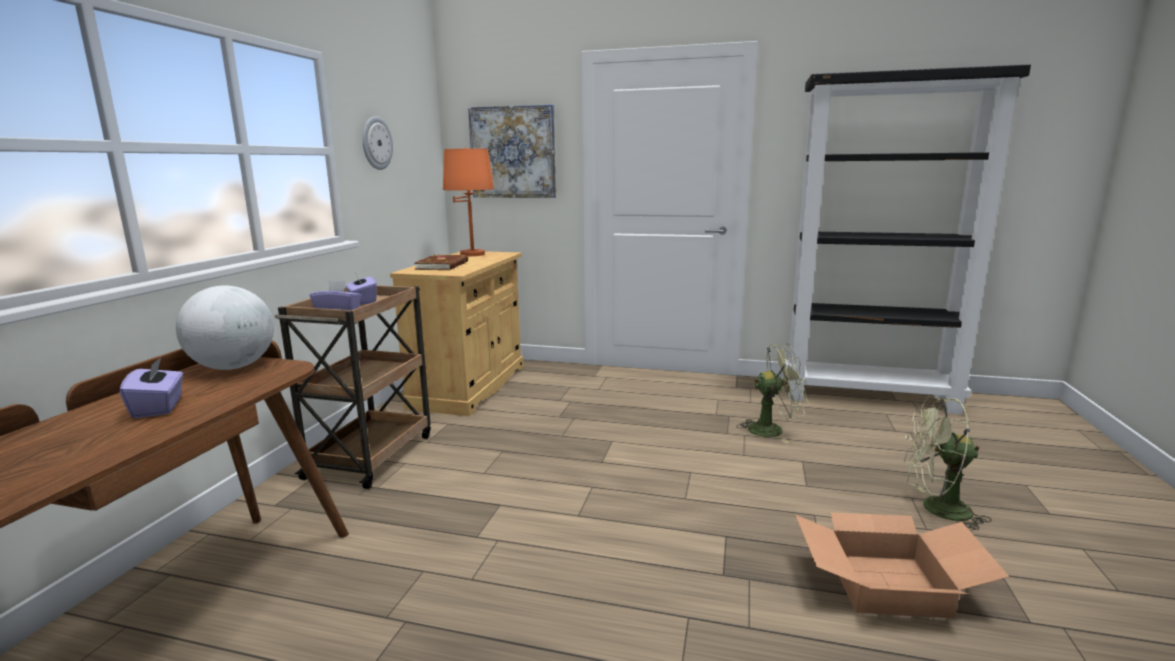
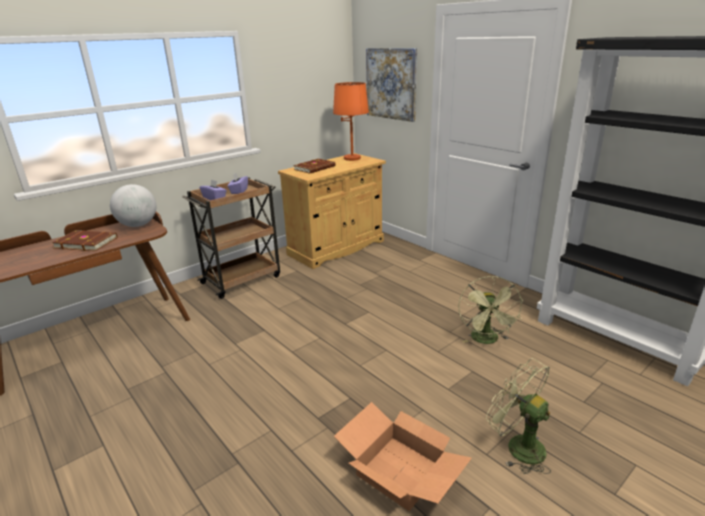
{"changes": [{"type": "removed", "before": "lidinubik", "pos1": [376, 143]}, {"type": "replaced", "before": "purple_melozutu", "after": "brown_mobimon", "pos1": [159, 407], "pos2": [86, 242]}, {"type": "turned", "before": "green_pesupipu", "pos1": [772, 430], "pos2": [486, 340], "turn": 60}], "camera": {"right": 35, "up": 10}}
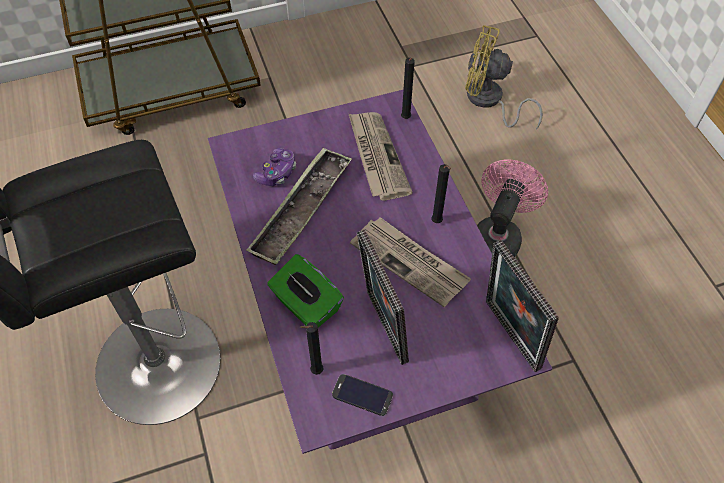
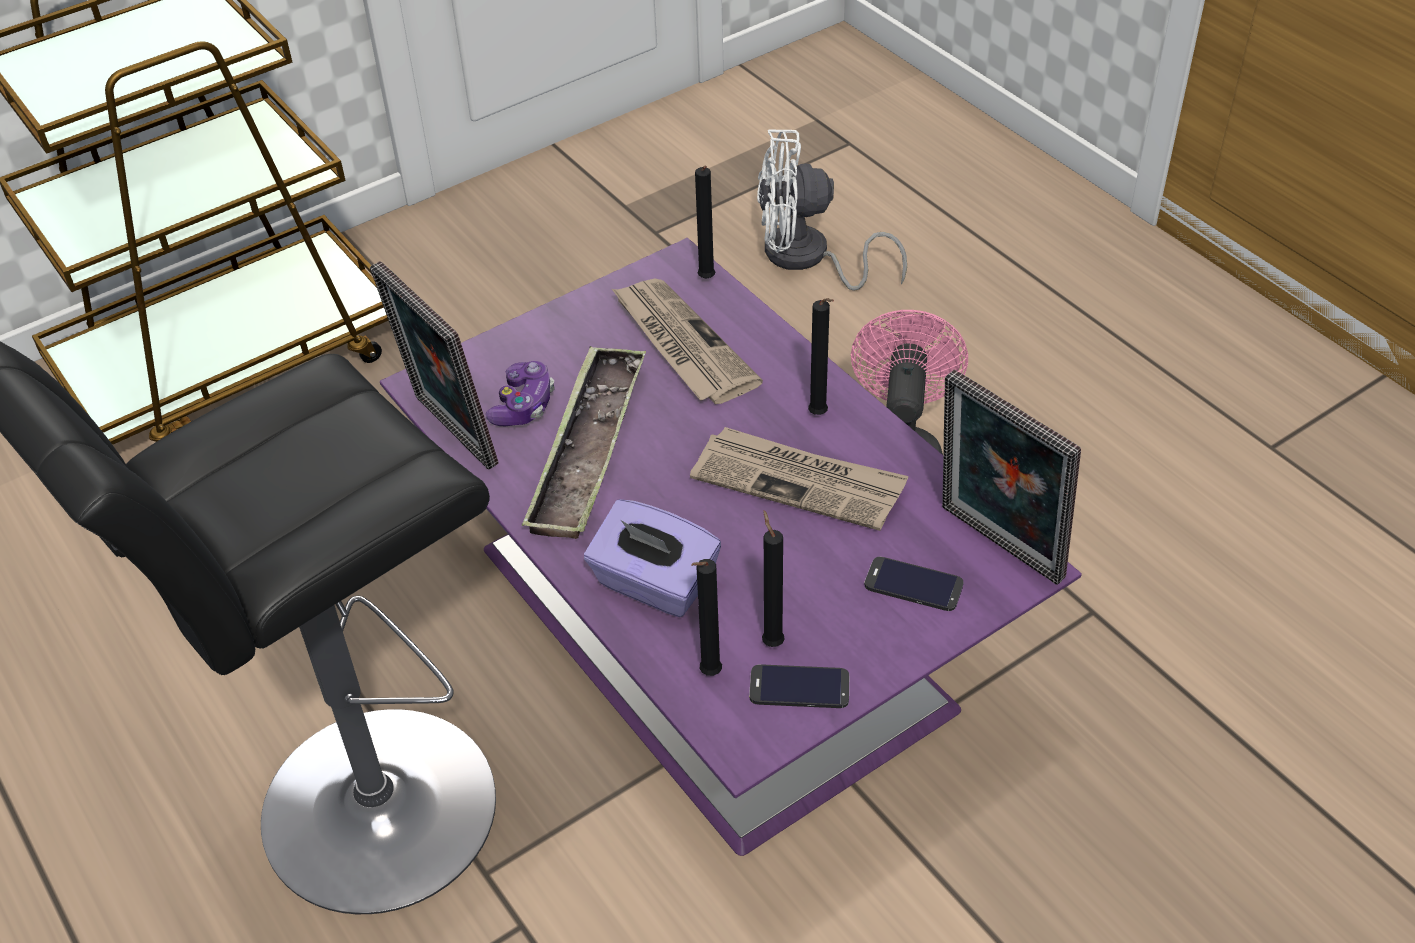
{"changes": [{"type": "added", "after": "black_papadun", "pos2": [771, 641]}, {"type": "added", "after": "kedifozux", "pos2": [913, 584]}, {"type": "moved", "before": "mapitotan", "pos1": [382, 328], "pos2": [448, 434]}, {"type": "recoloured", "before": "green_melozutu", "after": "purple_melozutu", "pos1": [306, 305], "pos2": [654, 584]}, {"type": "recoloured", "before": "yellow_pesupipu", "after": "white_pesupipu", "pos1": [489, 101], "pos2": [807, 259]}], "camera": {"right": -15, "up": -10}}
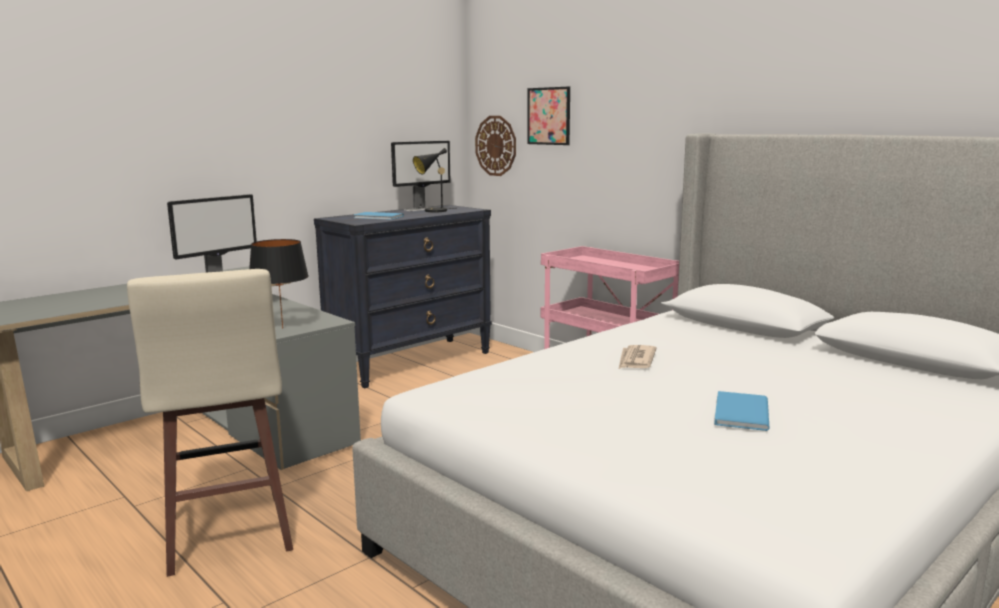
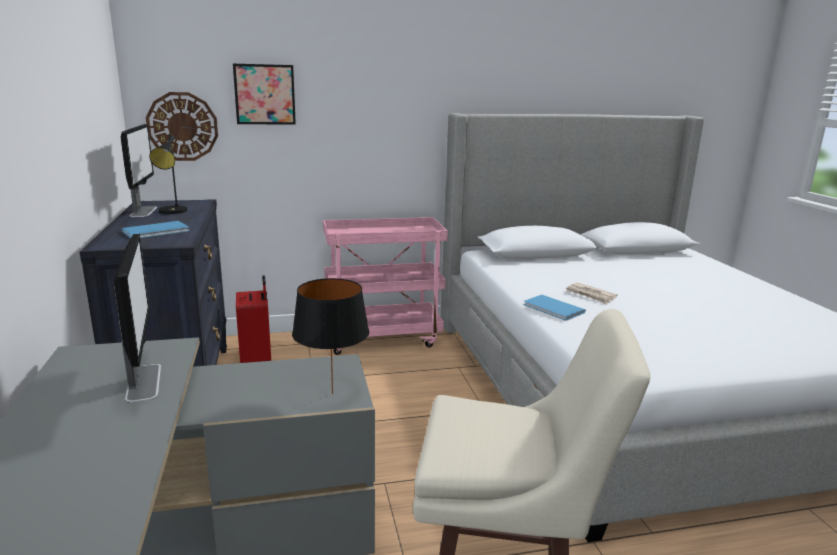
{"changes": [{"type": "added", "after": "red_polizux", "pos2": [257, 361]}, {"type": "moved", "before": "blue_mobimon", "pos1": [739, 413], "pos2": [553, 309]}], "camera": {"right": -60, "up": 5}}
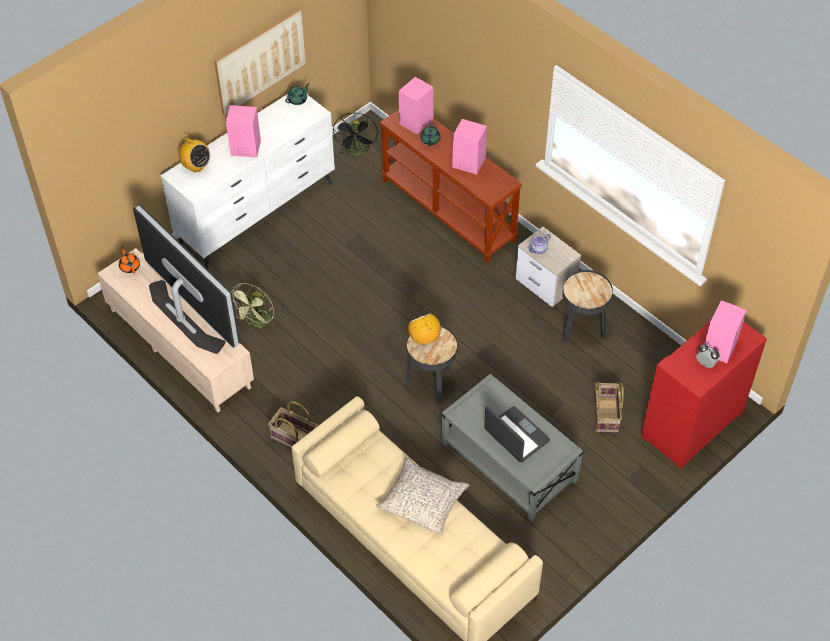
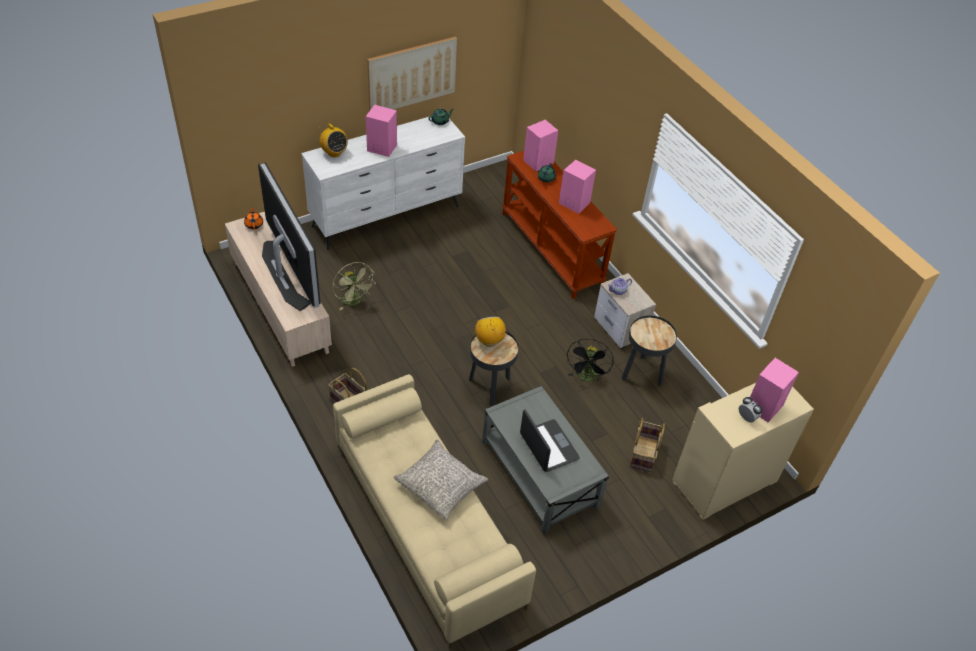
{"changes": [{"type": "moved", "before": "black_pesupipu", "pos1": [357, 152], "pos2": [587, 377]}, {"type": "recoloured", "before": "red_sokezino", "after": "beige_sokezino", "pos1": [692, 425], "pos2": [724, 482]}, {"type": "turned", "before": "green_pesupipu", "pos1": [257, 323], "pos2": [354, 302], "turn": -75}], "camera": {"right": 10, "up": -5}}
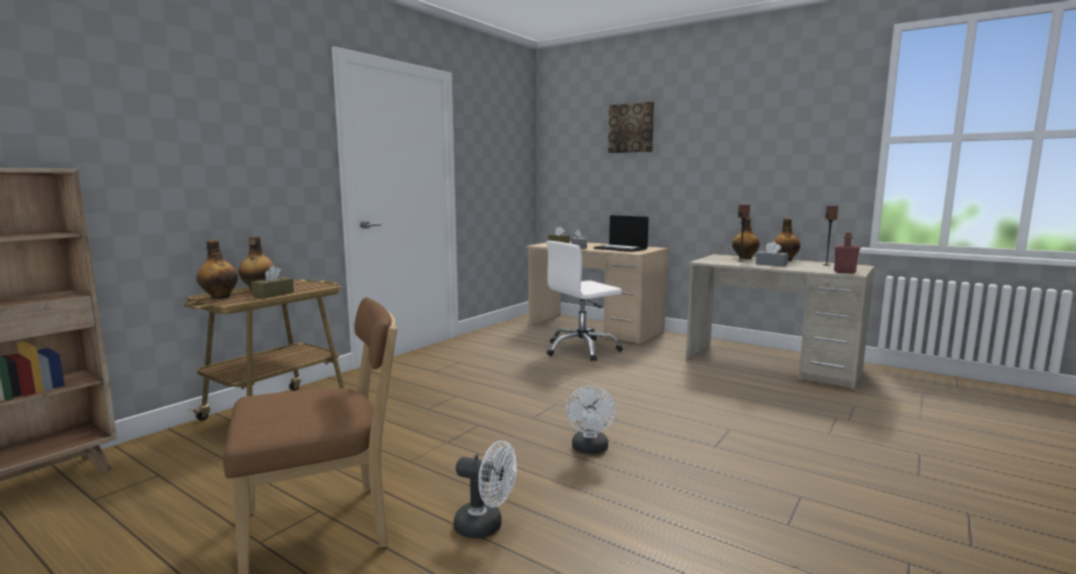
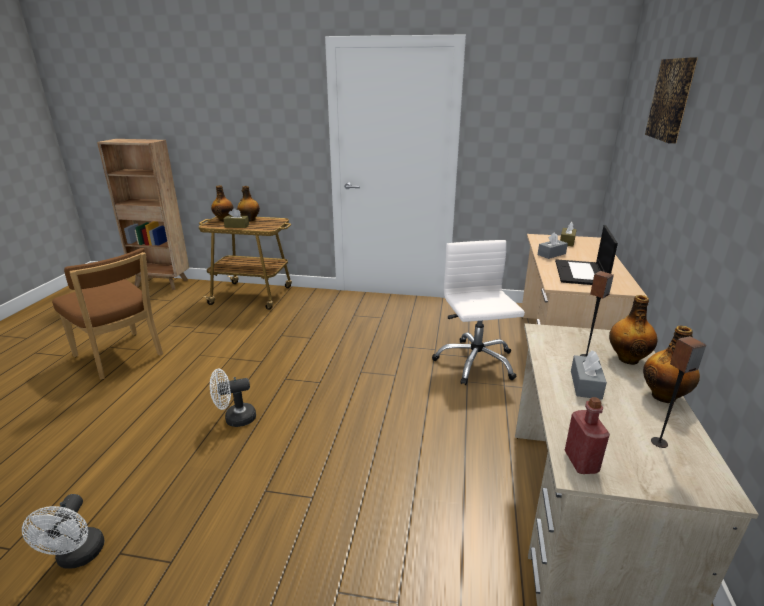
{"changes": [{"type": "moved", "before": "white_pesupipu", "pos1": [486, 527], "pos2": [78, 557]}, {"type": "turned", "before": "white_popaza", "pos1": [581, 350], "pos2": [475, 362], "turn": 45}], "camera": {"right": 65, "up": 15}}
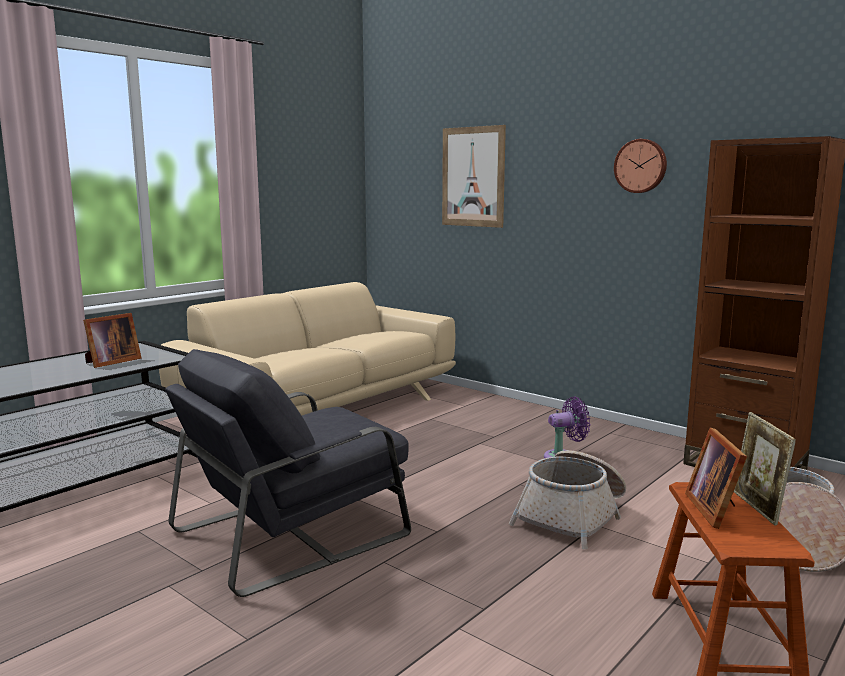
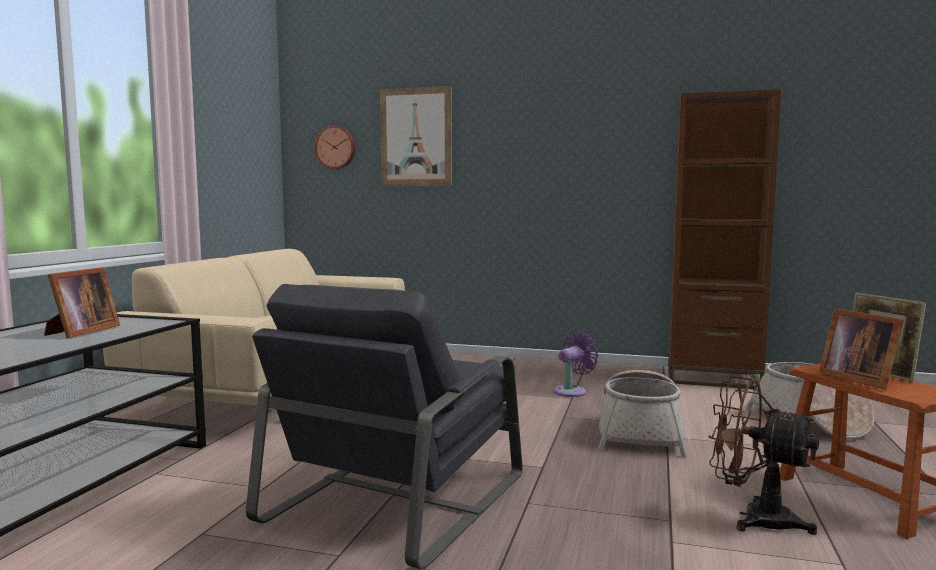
{"changes": [{"type": "added", "after": "brown_pesupipu", "pos2": [754, 517]}, {"type": "moved", "before": "lidinubik", "pos1": [641, 166], "pos2": [336, 147]}], "camera": {"right": -25, "up": -5}}
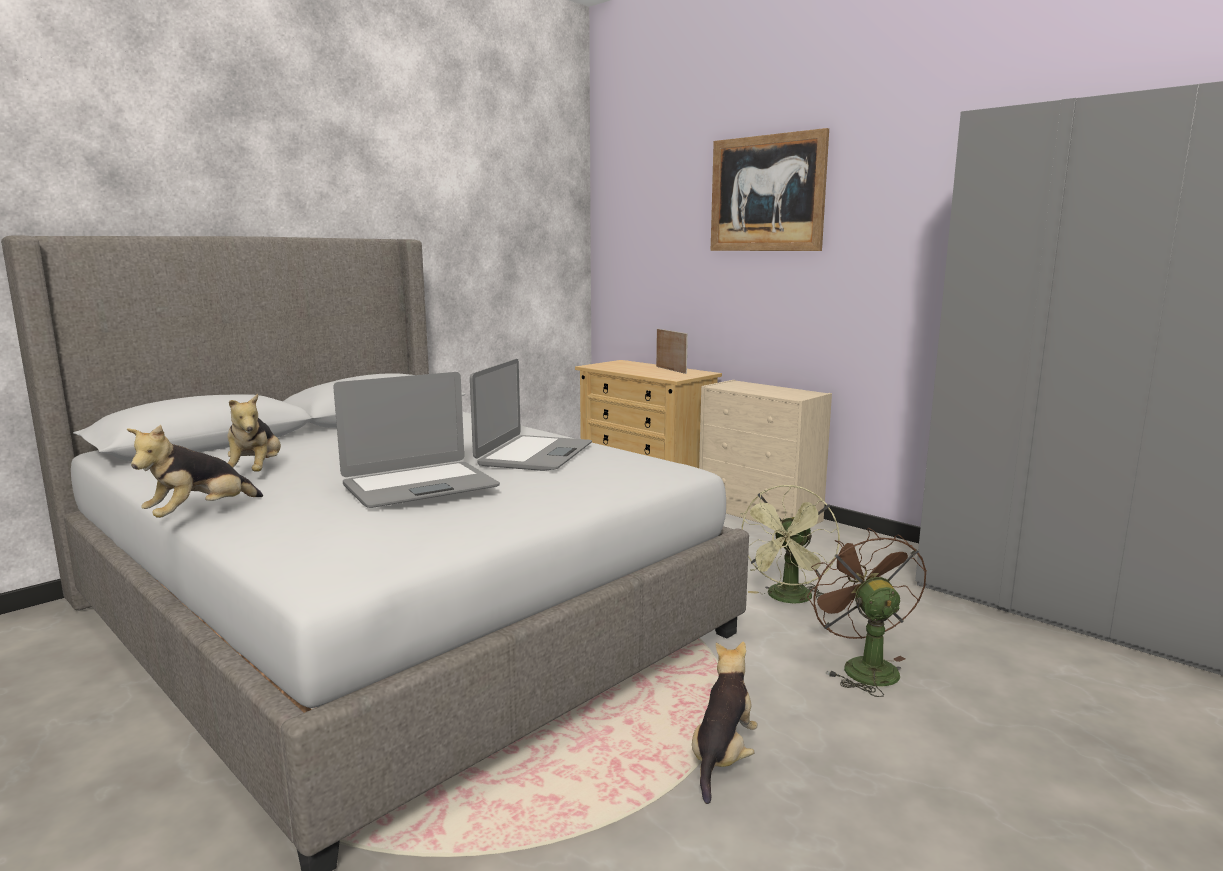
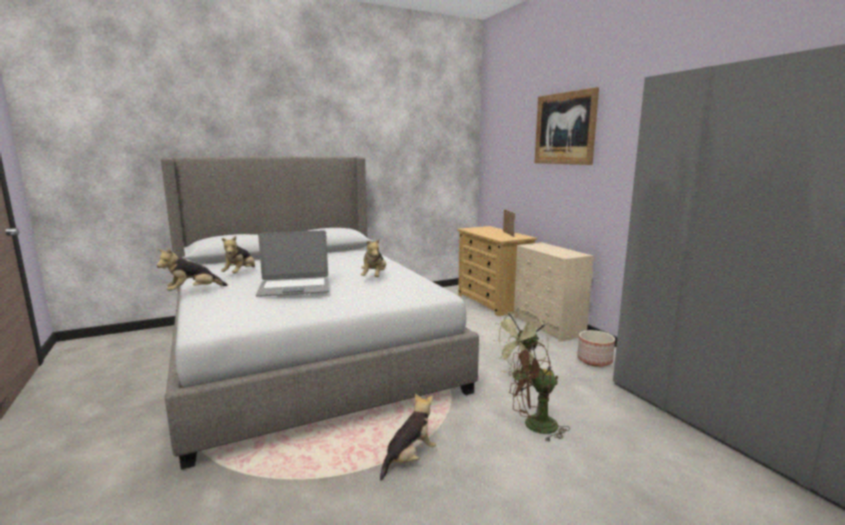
{"changes": [{"type": "added", "after": "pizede", "pos2": [594, 360]}, {"type": "replaced", "before": "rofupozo", "after": "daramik", "pos1": [534, 454], "pos2": [374, 277]}, {"type": "turned", "before": "brown_pesupipu", "pos1": [862, 666], "pos2": [534, 426], "turn": -105}], "camera": {"right": 20, "up": 0}}
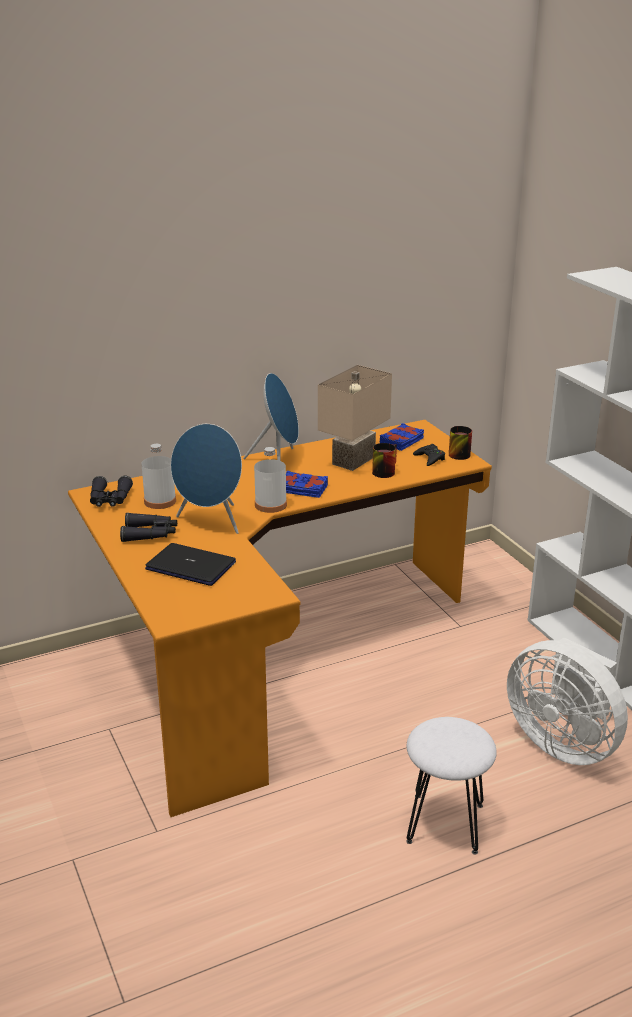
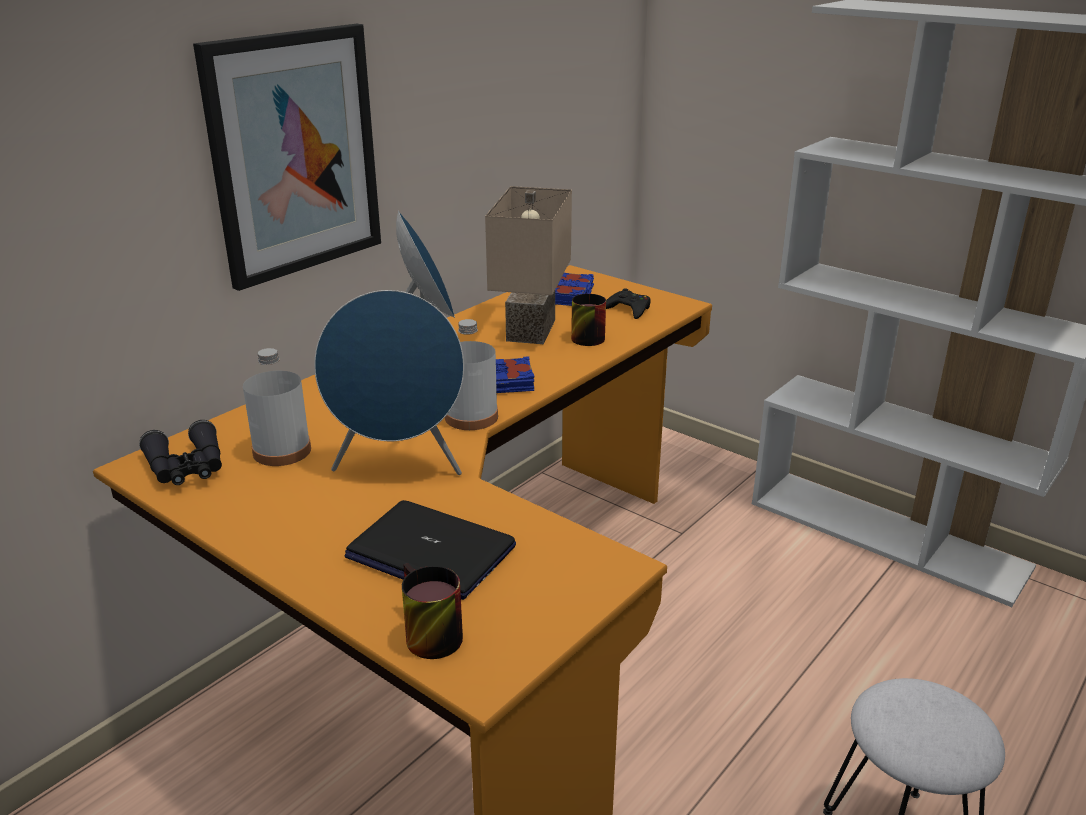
{"changes": [{"type": "removed", "before": "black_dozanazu", "pos1": [150, 534]}, {"type": "removed", "before": "white_pesupipu", "pos1": [563, 742]}, {"type": "added", "after": "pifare", "pos2": [294, 154]}, {"type": "moved", "before": "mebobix", "pos1": [456, 453], "pos2": [424, 635]}, {"type": "turned", "before": "rofupozo", "pos1": [191, 566], "pos2": [430, 552], "turn": -150}], "camera": {"right": -25, "up": 0}}
